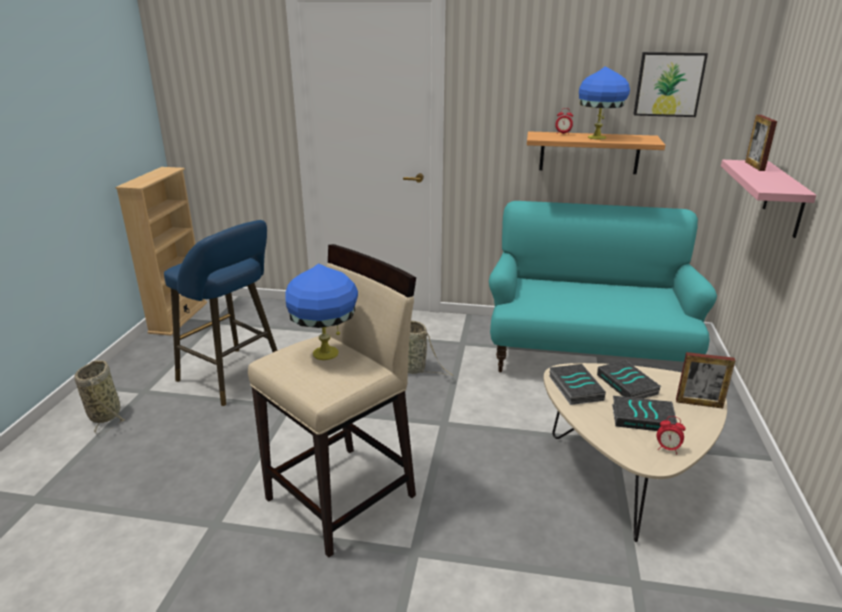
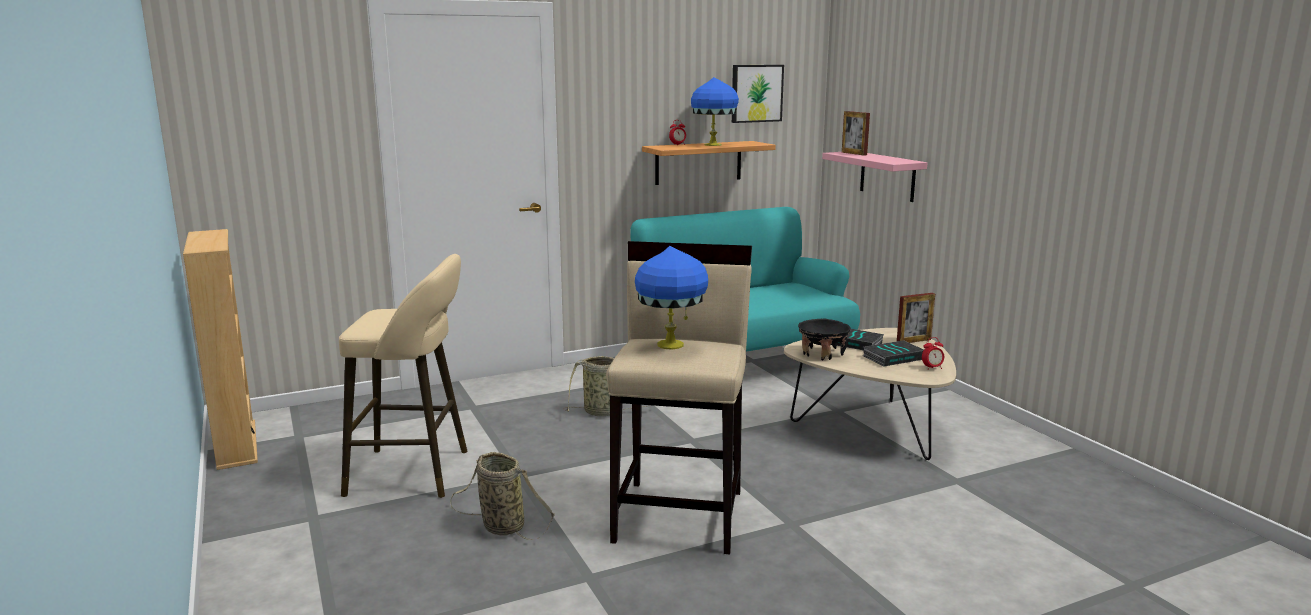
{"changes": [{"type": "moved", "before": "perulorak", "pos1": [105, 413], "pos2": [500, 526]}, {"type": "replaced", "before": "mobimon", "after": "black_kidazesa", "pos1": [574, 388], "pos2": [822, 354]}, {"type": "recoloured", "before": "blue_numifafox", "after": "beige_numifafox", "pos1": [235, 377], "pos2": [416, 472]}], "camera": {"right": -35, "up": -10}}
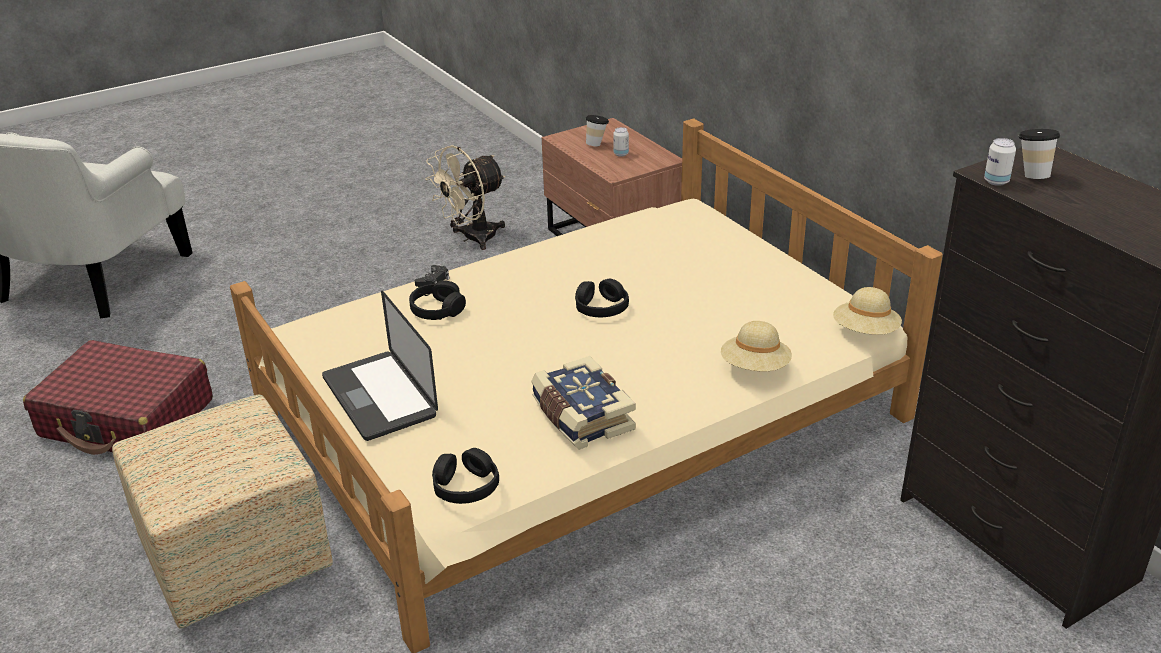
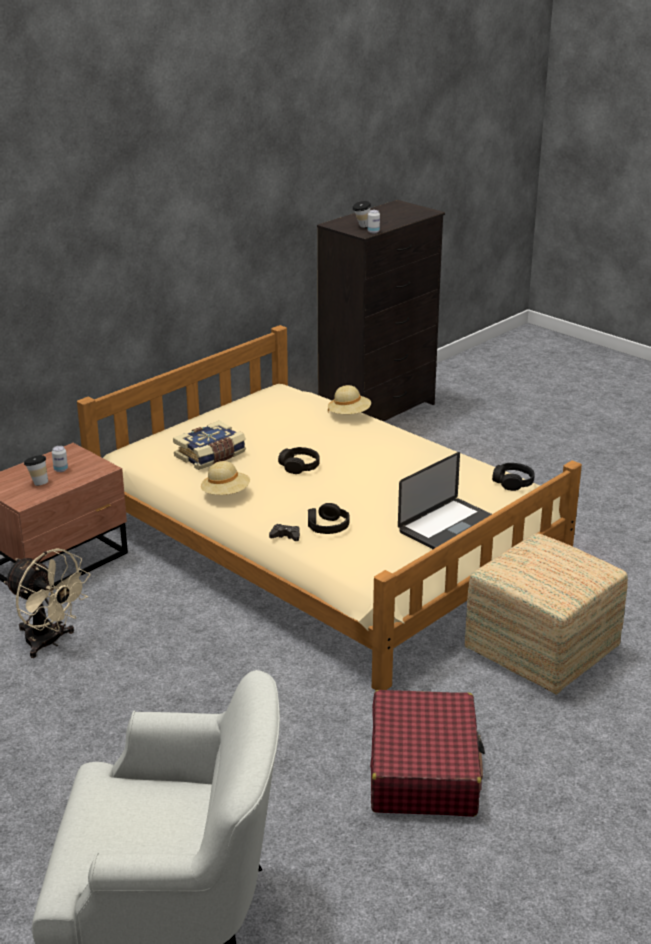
{"changes": [{"type": "moved", "before": "mobimon", "pos1": [581, 417], "pos2": [211, 456]}, {"type": "moved", "before": "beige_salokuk", "pos1": [865, 332], "pos2": [226, 494]}], "camera": {"right": -105, "up": -5}}
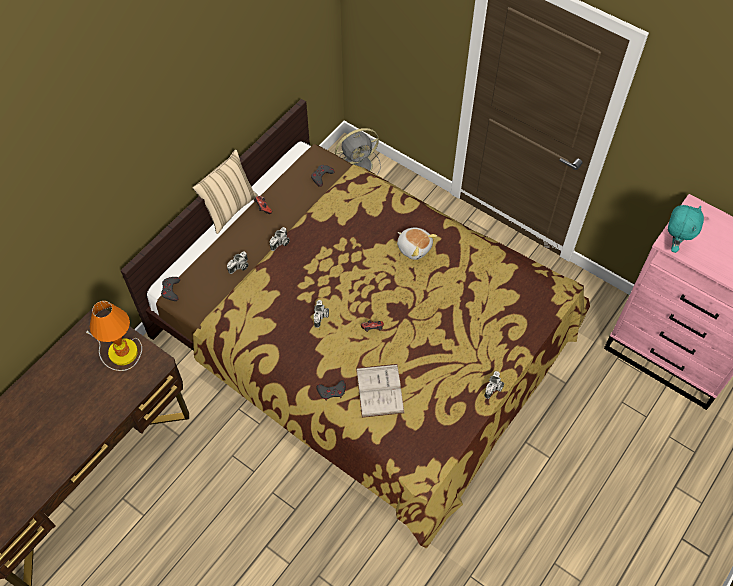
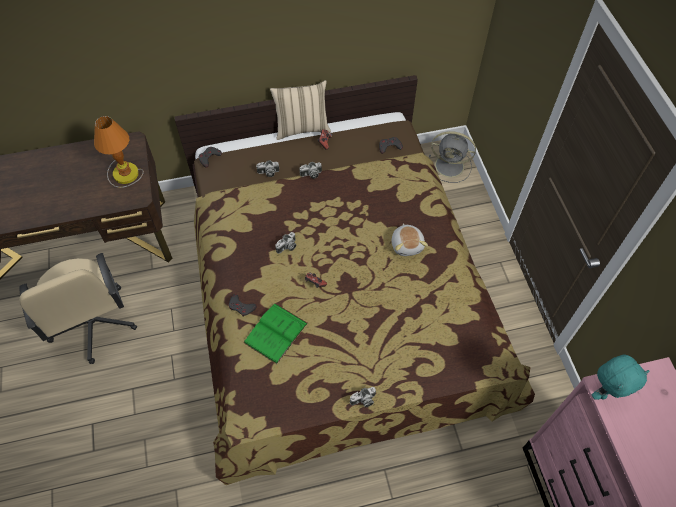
{"changes": [{"type": "added", "after": "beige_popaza", "pos2": [93, 324]}, {"type": "recoloured", "before": "white_mobimon", "after": "green_mobimon", "pos1": [379, 390], "pos2": [275, 333]}], "camera": {"right": 40, "up": 0}}
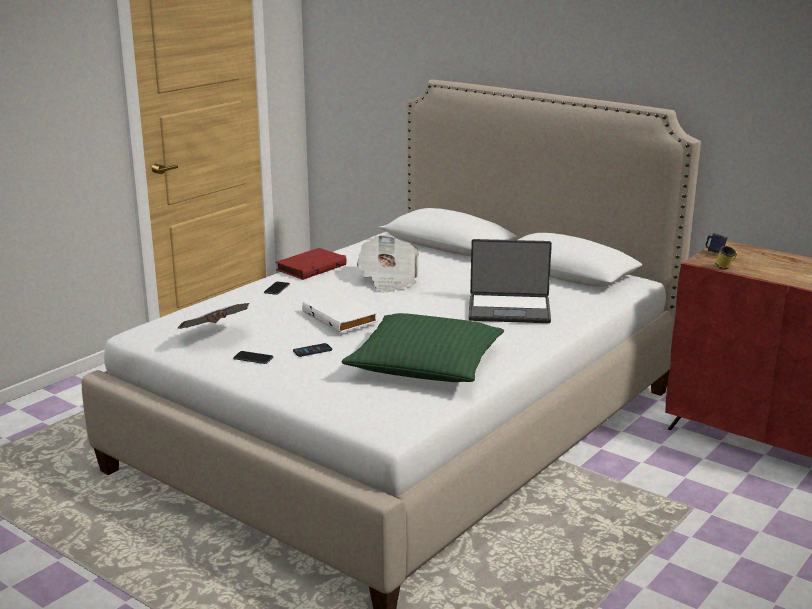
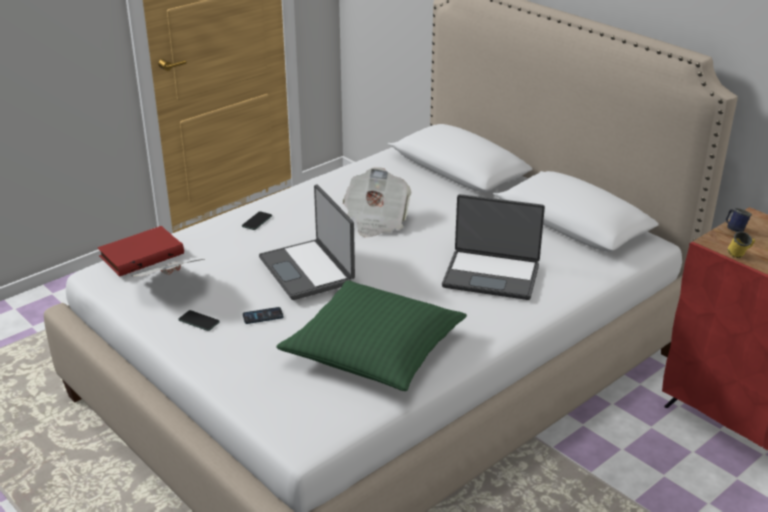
{"changes": [{"type": "moved", "before": "red_mobimon", "pos1": [310, 267], "pos2": [141, 254]}, {"type": "replaced", "before": "white_mobimon", "after": "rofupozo", "pos1": [341, 317], "pos2": [308, 270]}], "camera": {"right": 10, "up": 10}}
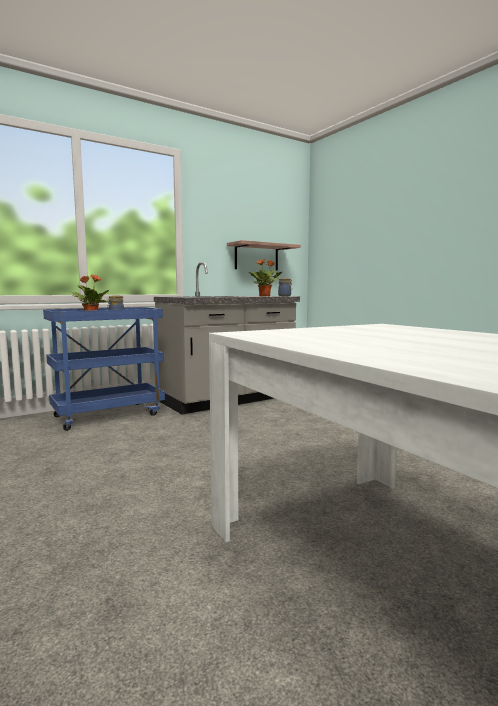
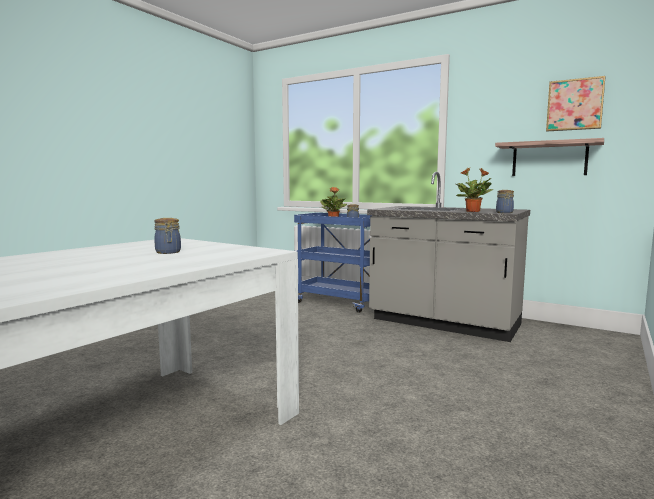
{"changes": [{"type": "added", "after": "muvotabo", "pos2": [168, 252]}, {"type": "added", "after": "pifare", "pos2": [575, 105]}], "camera": {"right": 65, "up": 0}}
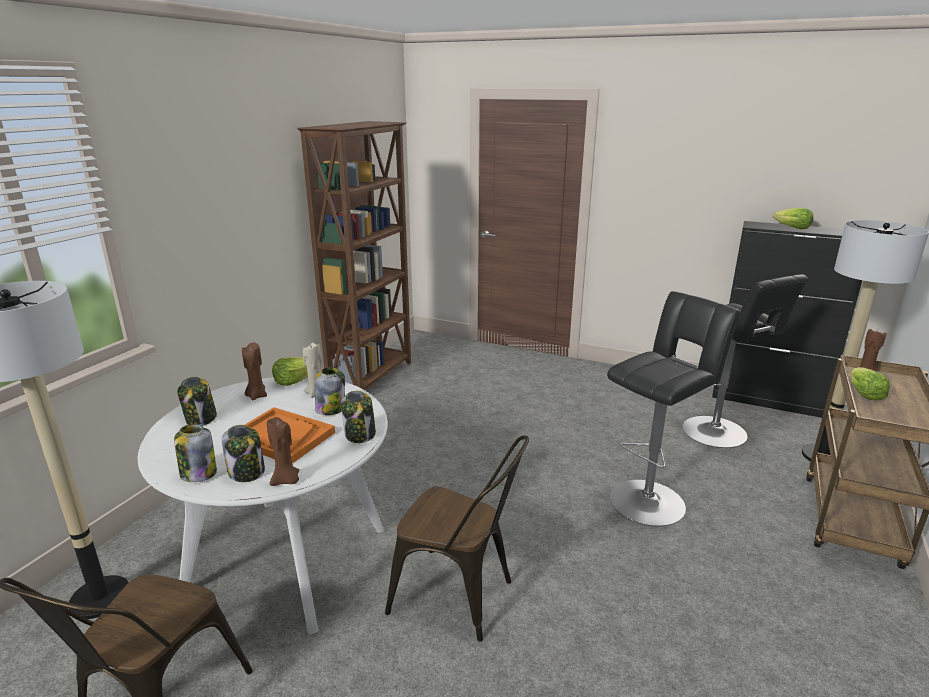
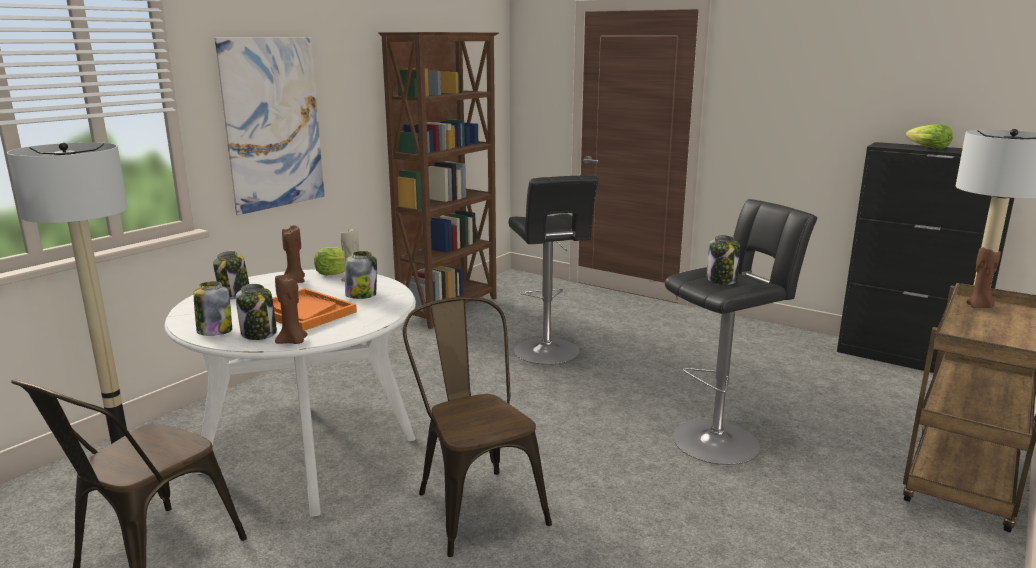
{"changes": [{"type": "removed", "before": "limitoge", "pos1": [863, 394]}, {"type": "added", "after": "pifare", "pos2": [273, 124]}, {"type": "moved", "before": "muvotabo", "pos1": [360, 435], "pos2": [722, 280]}, {"type": "moved", "before": "black_numifafox", "pos1": [718, 433], "pos2": [548, 353]}, {"type": "turned", "before": "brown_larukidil", "pos1": [461, 597], "pos2": [475, 503], "turn": -150}], "camera": {"right": 10, "up": -5}}
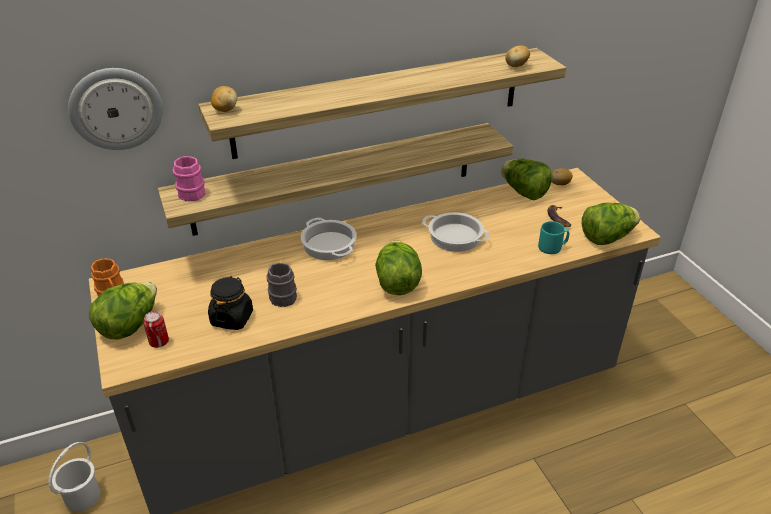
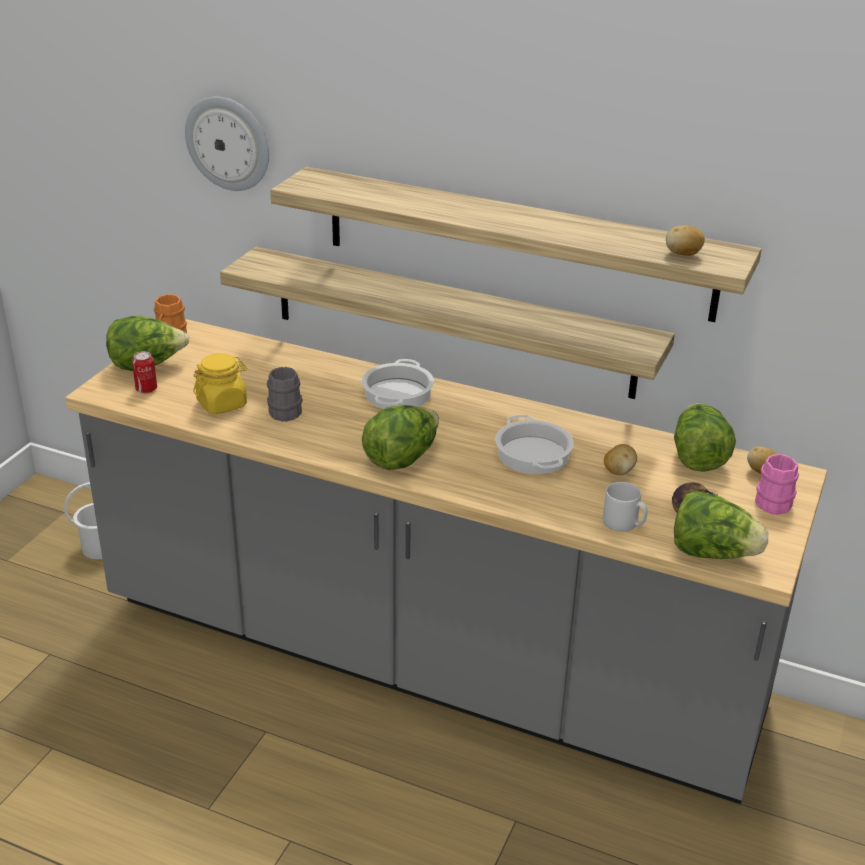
{"changes": [{"type": "moved", "before": "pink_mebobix", "pos1": [191, 191], "pos2": [775, 500]}, {"type": "moved", "before": "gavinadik", "pos1": [225, 110], "pos2": [618, 471]}, {"type": "recoloured", "before": "black_muvotabo", "after": "yellow_muvotabo", "pos1": [232, 318], "pos2": [222, 404]}, {"type": "recoloured", "before": "turquoise_mebobix", "after": "grey_mebobix", "pos1": [552, 247], "pos2": [624, 523]}], "camera": {"right": 45, "up": -5}}
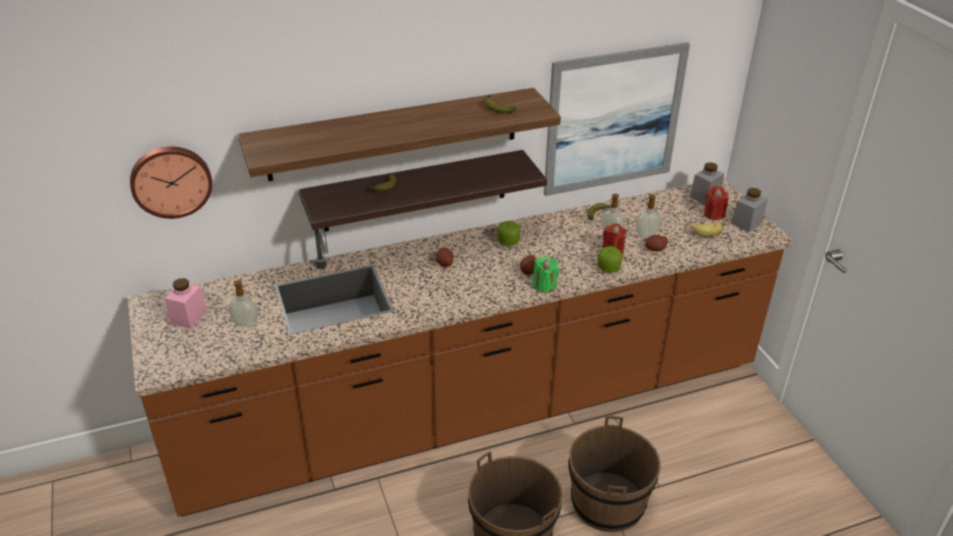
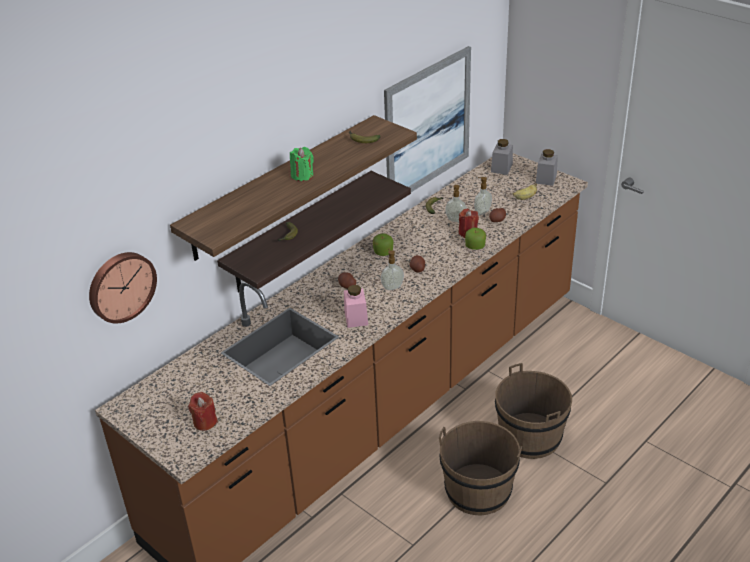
{"changes": [{"type": "moved", "before": "pink_muvotabo", "pos1": [188, 316], "pos2": [356, 318]}, {"type": "moved", "before": "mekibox", "pos1": [246, 323], "pos2": [392, 287]}, {"type": "moved", "before": "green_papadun", "pos1": [544, 285], "pos2": [302, 175]}, {"type": "moved", "before": "red_papadun", "pos1": [713, 214], "pos2": [205, 422]}], "camera": {"right": -25, "up": 0}}
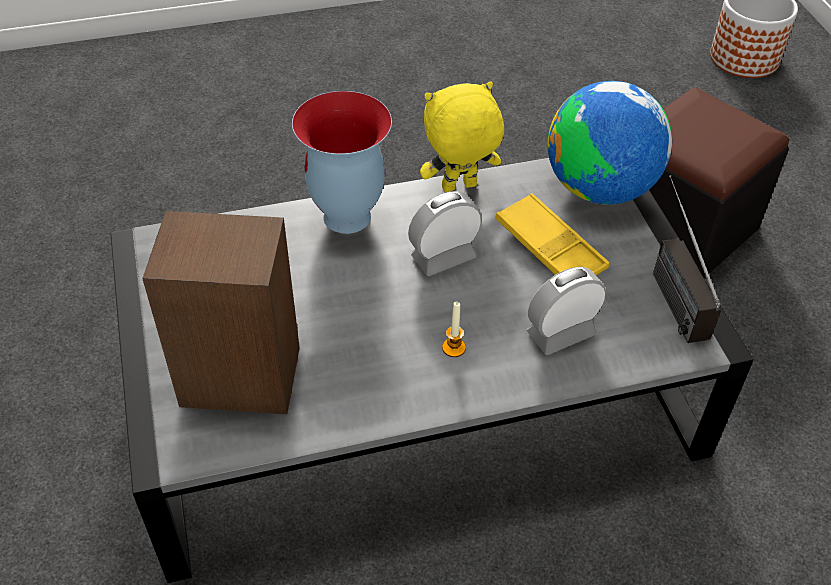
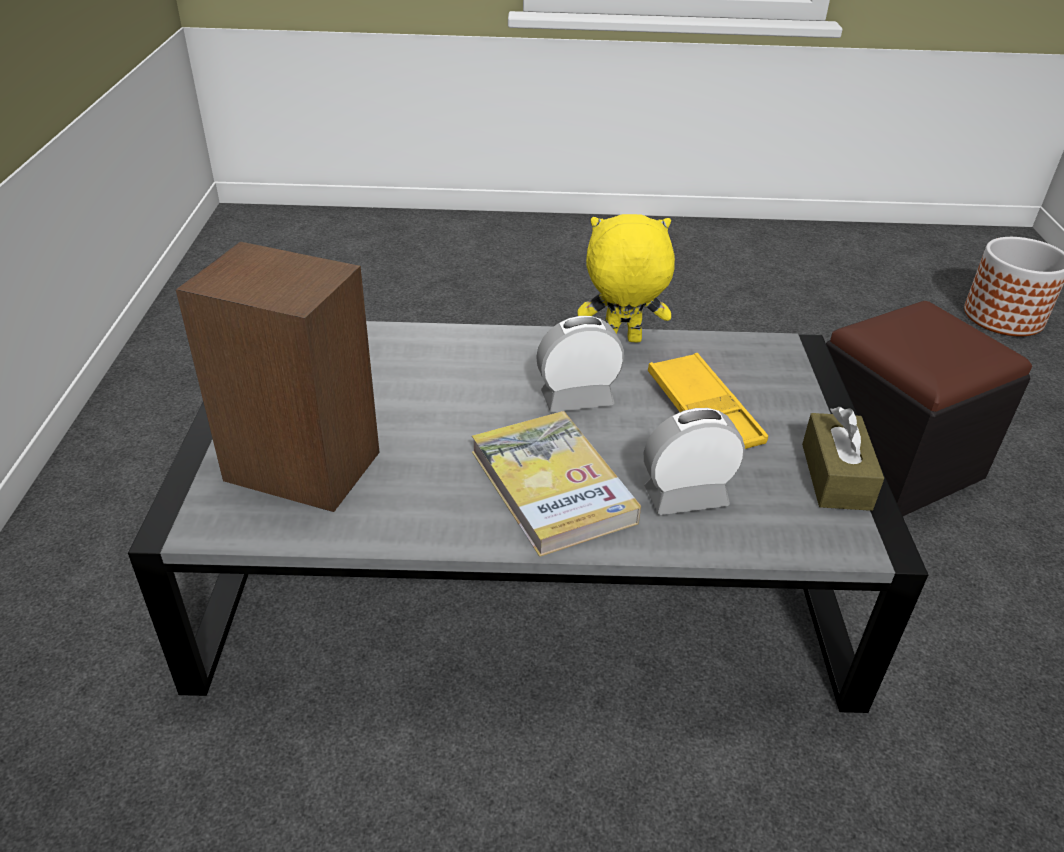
{"changes": [{"type": "removed", "before": "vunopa", "pos1": [347, 218]}, {"type": "removed", "before": "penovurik", "pos1": [600, 188]}, {"type": "replaced", "before": "papadun", "after": "mobimon", "pos1": [453, 348], "pos2": [552, 486]}, {"type": "replaced", "before": "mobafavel", "after": "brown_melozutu", "pos1": [668, 287], "pos2": [835, 476]}], "camera": {"right": 15, "up": -10}}
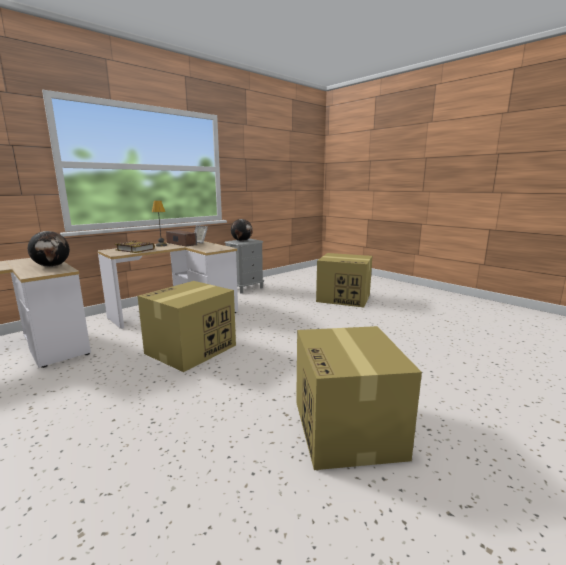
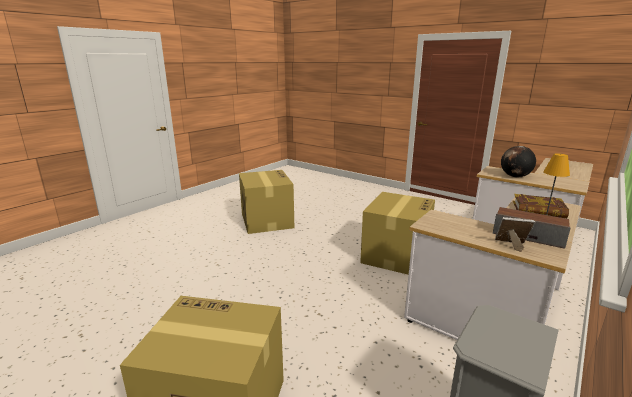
{"changes": [{"type": "removed", "before": "penovurik", "pos1": [242, 241]}], "camera": {"right": 170, "up": 5}}
